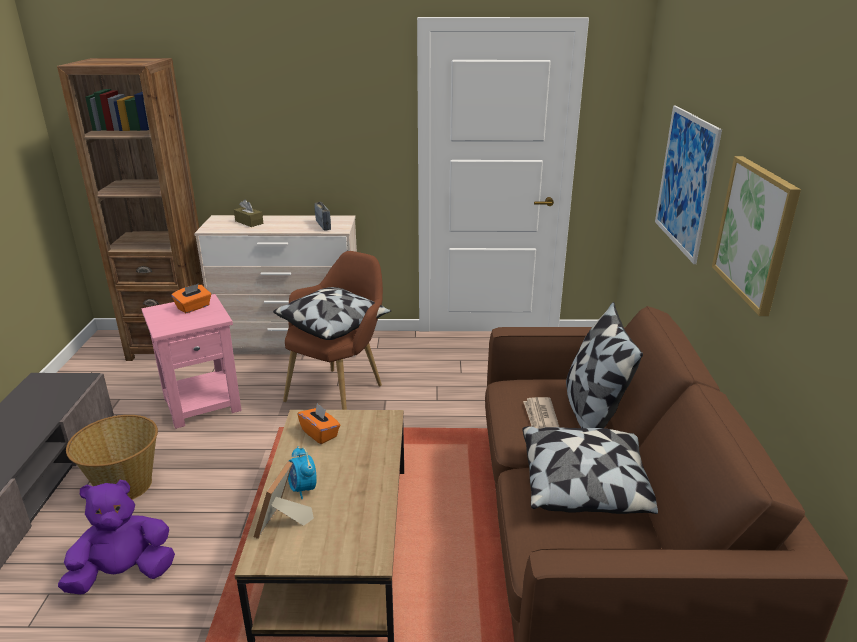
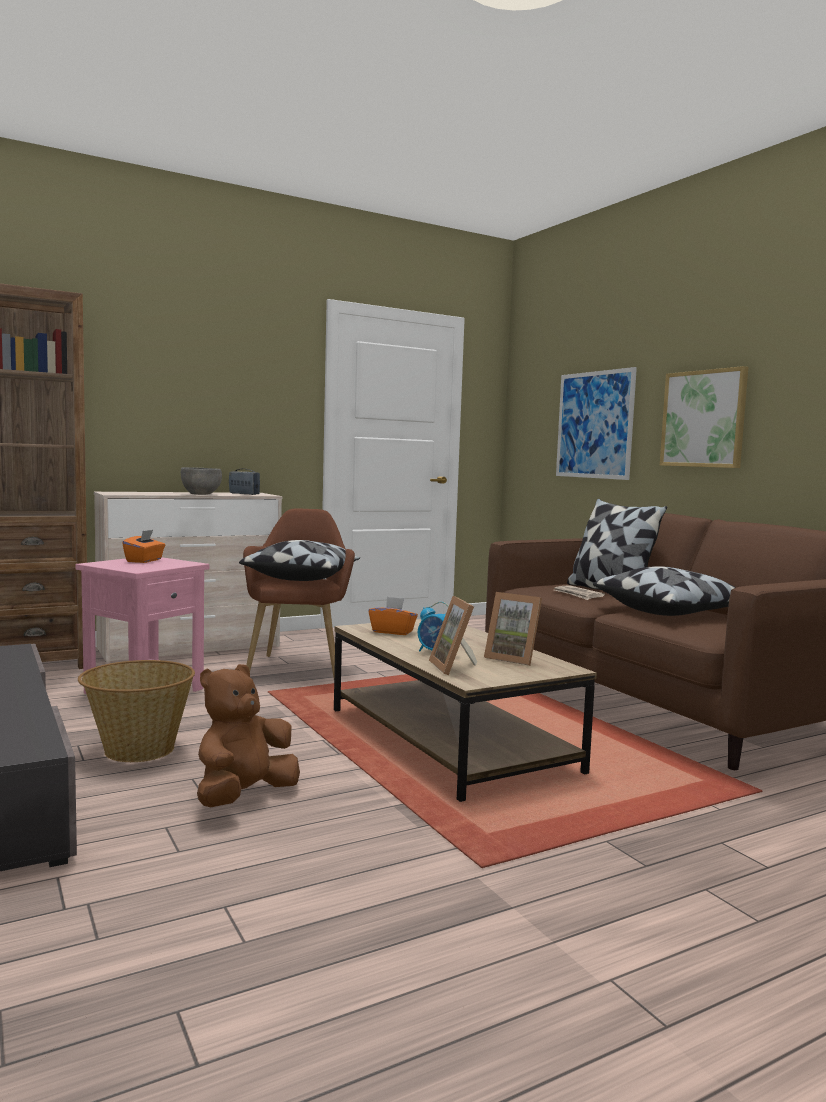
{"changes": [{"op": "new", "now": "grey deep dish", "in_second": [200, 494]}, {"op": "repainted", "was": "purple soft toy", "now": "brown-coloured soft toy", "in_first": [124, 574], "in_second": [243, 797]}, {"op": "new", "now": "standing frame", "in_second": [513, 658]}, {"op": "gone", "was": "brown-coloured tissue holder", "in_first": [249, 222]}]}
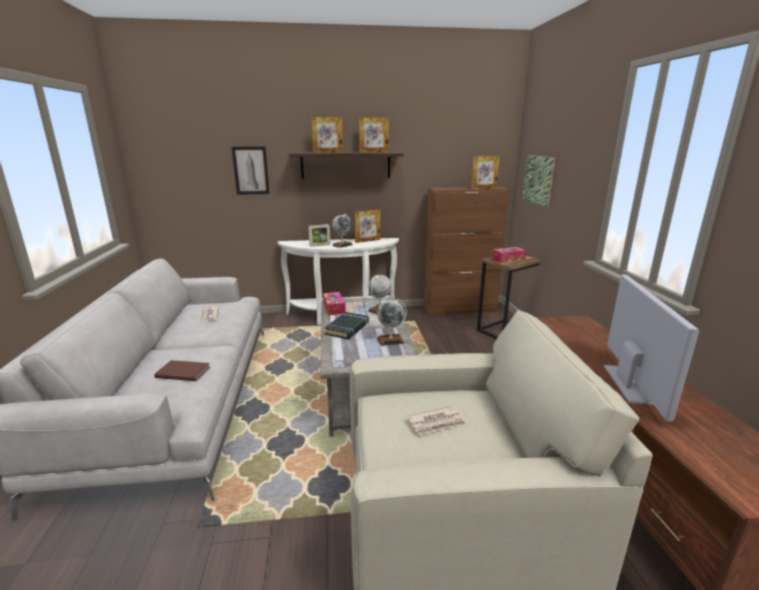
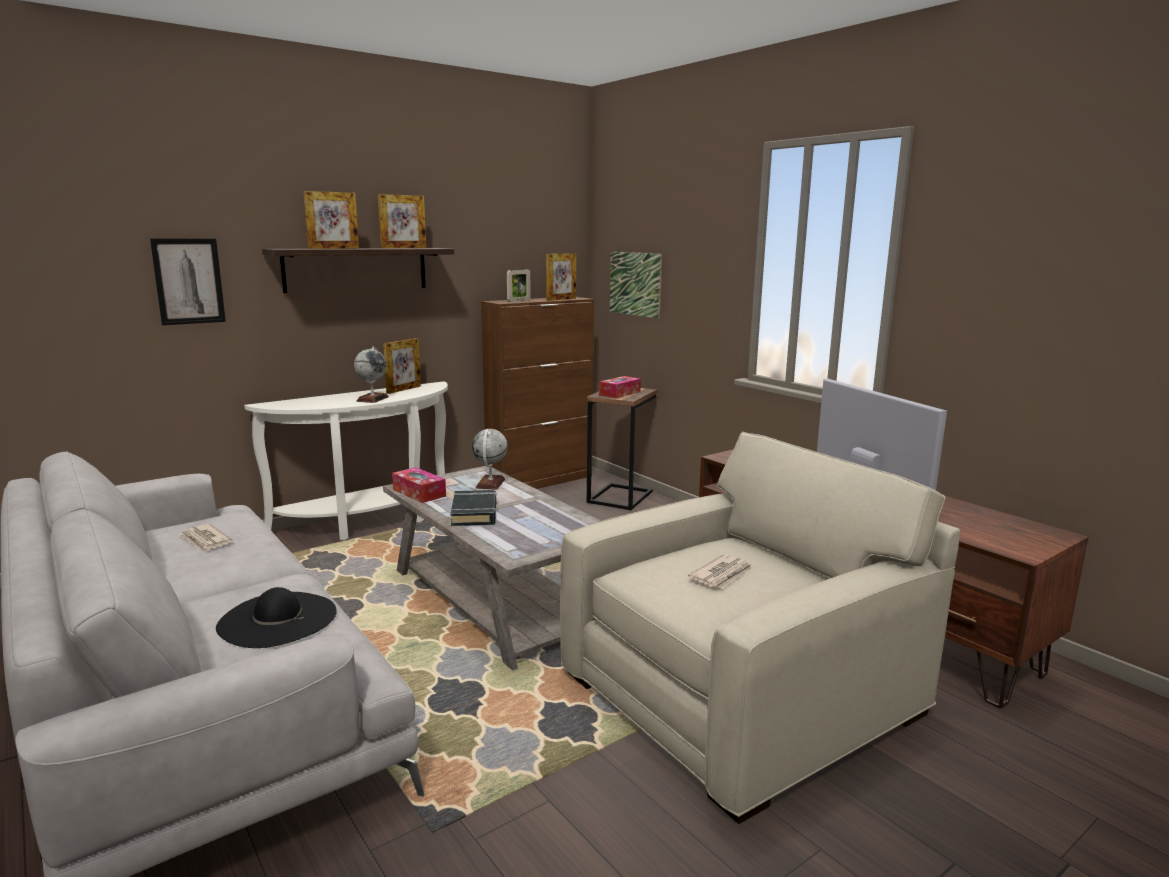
{"changes": [{"op": "swapped", "was": "brown-coloured book", "now": "blackish wearable hat", "in_first": [183, 372], "in_second": [277, 619]}, {"op": "shifted", "was": "standing frame", "in_first": [320, 245], "in_second": [519, 301]}, {"op": "gone", "was": "globe", "in_first": [390, 340]}]}
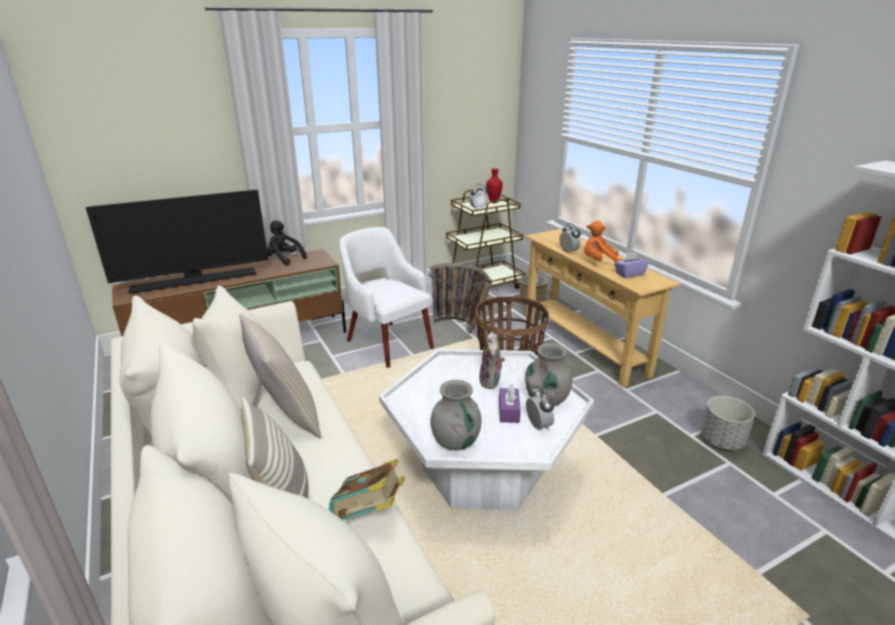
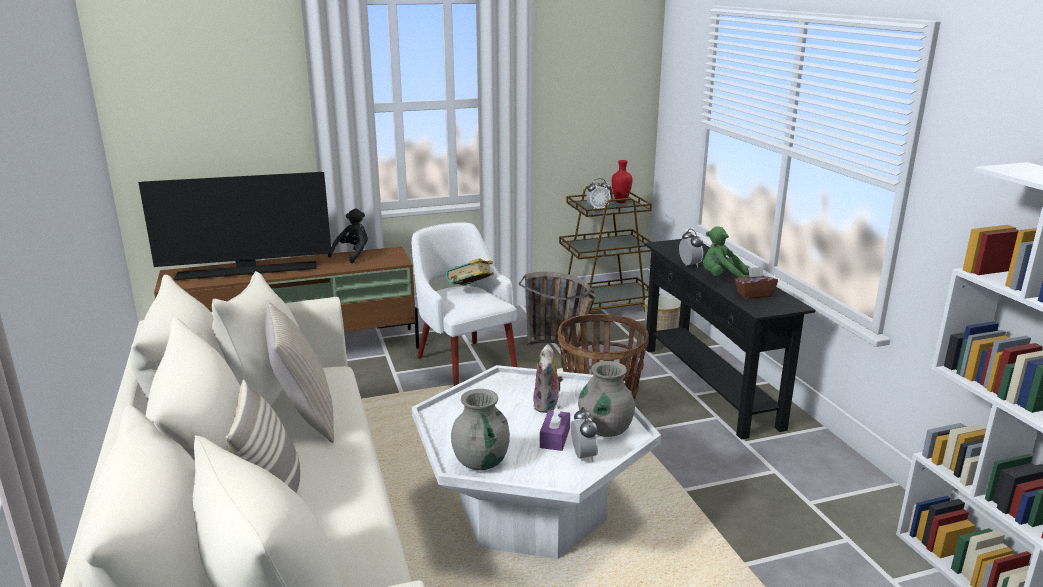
{"changes": [{"op": "rotated", "was": "blackish soft toy", "in_first": [284, 259], "in_second": [353, 255], "clockwise": 75}, {"op": "shifted", "was": "book", "in_first": [370, 513], "in_second": [471, 291]}, {"op": "repainted", "was": "sand-coloured console table", "now": "blackish console table", "in_first": [584, 344], "in_second": [710, 386]}, {"op": "repainted", "was": "orange-coloured soft toy", "now": "green soft toy", "in_first": [599, 262], "in_second": [722, 279]}, {"op": "repainted", "was": "purple tissue holder", "now": "brown-coloured tissue holder", "in_first": [629, 274], "in_second": [754, 295]}, {"op": "gone", "was": "grey plant pot", "in_first": [721, 441]}]}
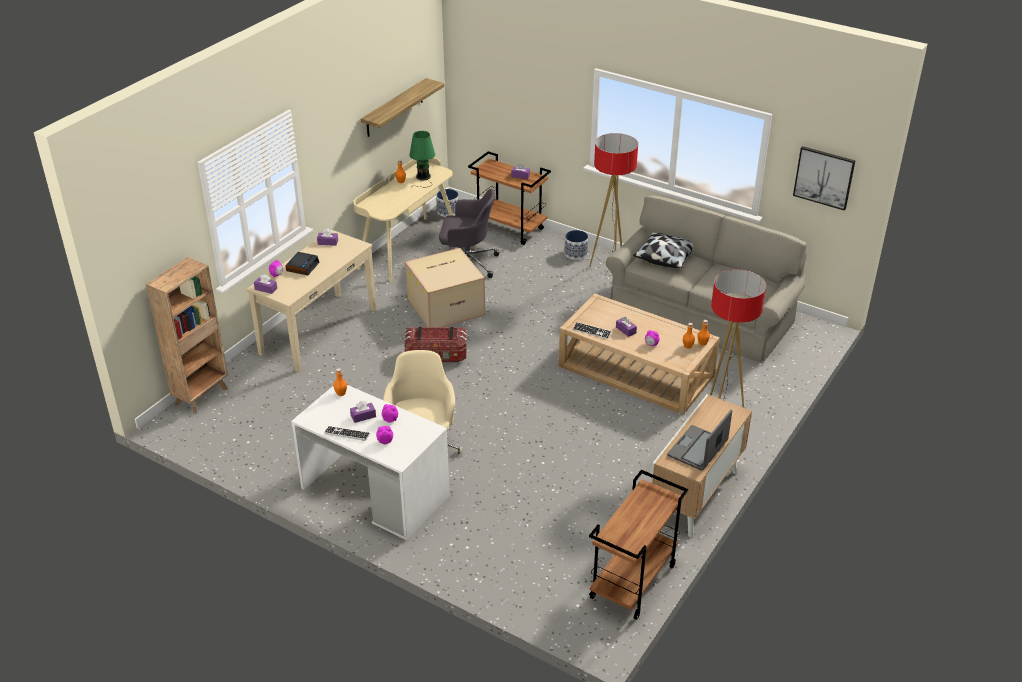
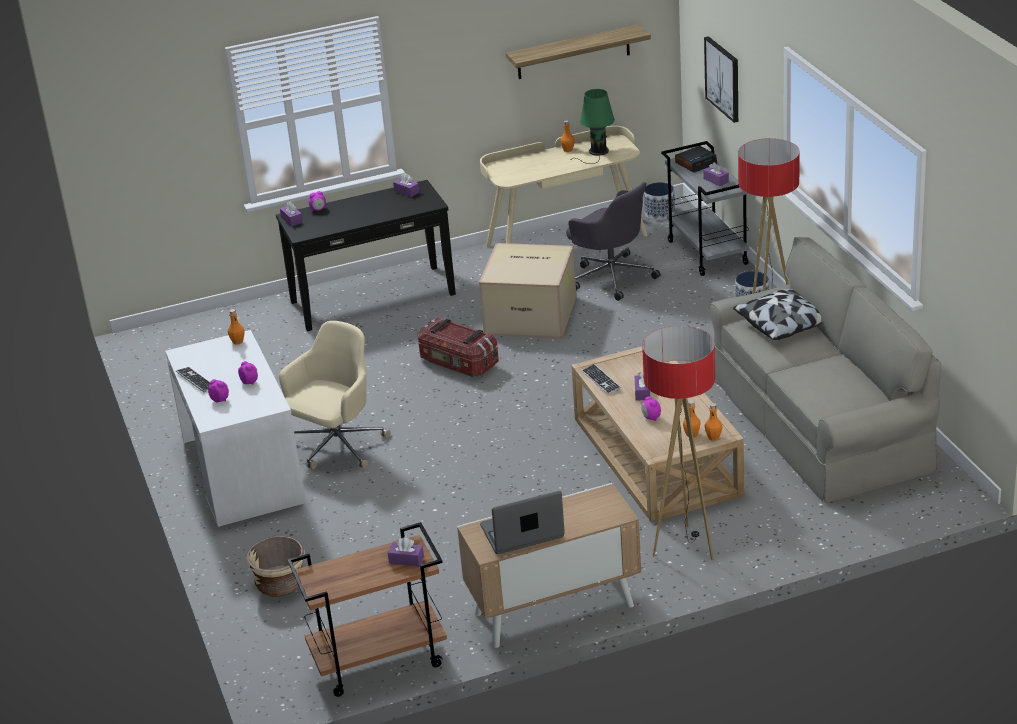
{"changes": [{"op": "new", "now": "sand-coloured plant pot", "in_second": [280, 584]}, {"op": "repainted", "was": "sand-coloured console table", "now": "blackish console table", "in_first": [318, 331], "in_second": [372, 298]}, {"op": "shifted", "was": "purple tissue holder", "in_first": [363, 416], "in_second": [406, 560]}, {"op": "repainted", "was": "brown-coloured cart", "now": "grey cart", "in_first": [510, 229], "in_second": [708, 253]}, {"op": "shifted", "was": "table clock", "in_first": [302, 267], "in_second": [696, 163]}, {"op": "shifted", "was": "wall art", "in_first": [824, 177], "in_second": [723, 78]}, {"op": "gone", "was": "brown-coloured bookcase", "in_first": [202, 395]}]}
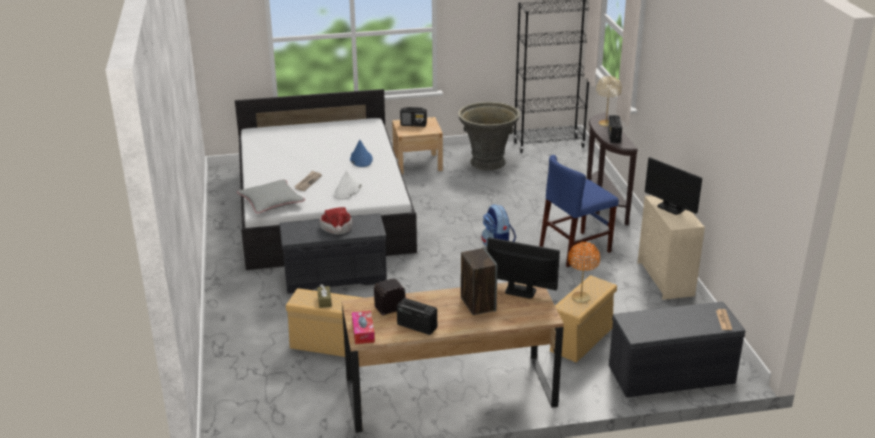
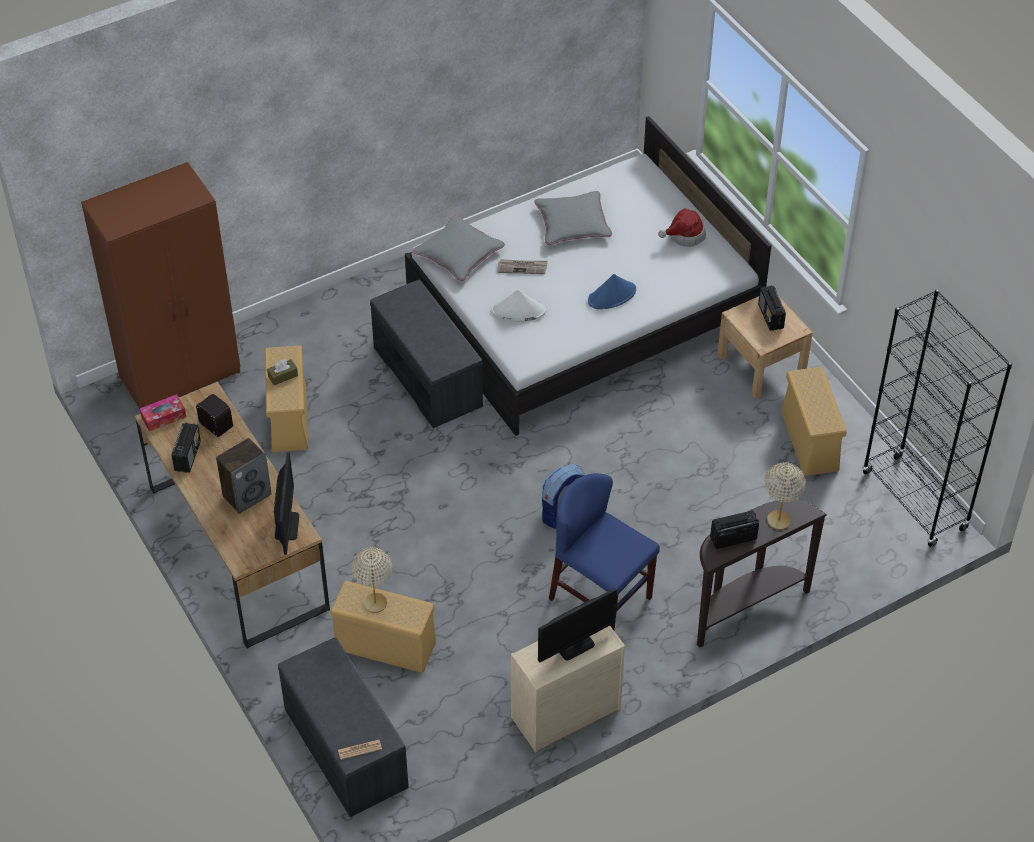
{"changes": [{"op": "new", "now": "brown-coloured clothes cupboard", "in_second": [181, 375]}, {"op": "repainted", "was": "orange-coloured tabletop lamp", "now": "sand-coloured tabletop lamp", "in_first": [581, 298], "in_second": [374, 603]}, {"op": "new", "now": "grey throw pillow", "in_second": [572, 223]}, {"op": "rotated", "was": "computer screen", "in_first": [671, 208], "in_second": [574, 645], "clockwise": -150}, {"op": "shifted", "was": "wearable hat", "in_first": [337, 229], "in_second": [684, 235]}, {"op": "swapped", "was": "grey plant pot", "now": "sand-coloured storage container", "in_first": [487, 162], "in_second": [810, 442]}]}
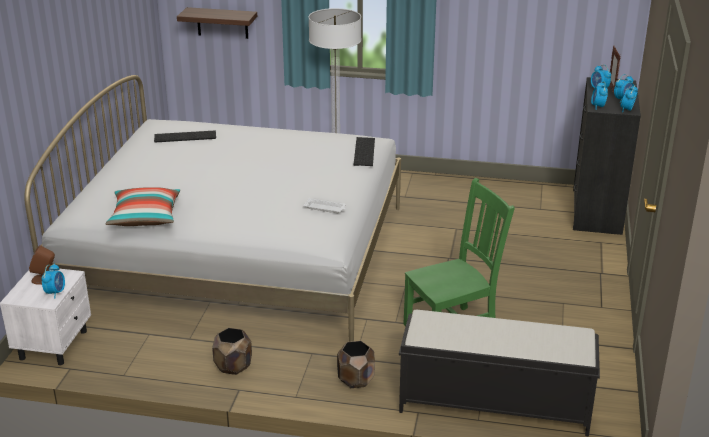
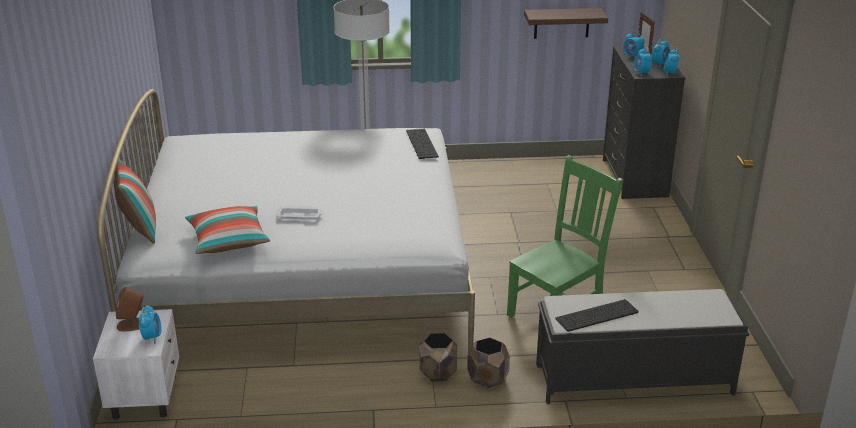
{"changes": [{"op": "new", "now": "throw pillow", "in_second": [139, 229]}, {"op": "shifted", "was": "whitish tray", "in_first": [325, 208], "in_second": [300, 216]}, {"op": "shifted", "was": "brown-coloured plant pot", "in_first": [232, 366], "in_second": [437, 373]}, {"op": "shifted", "was": "wall shelf", "in_first": [222, 23], "in_second": [561, 23]}, {"op": "shifted", "was": "computer keyboard", "in_first": [184, 137], "in_second": [597, 316]}]}
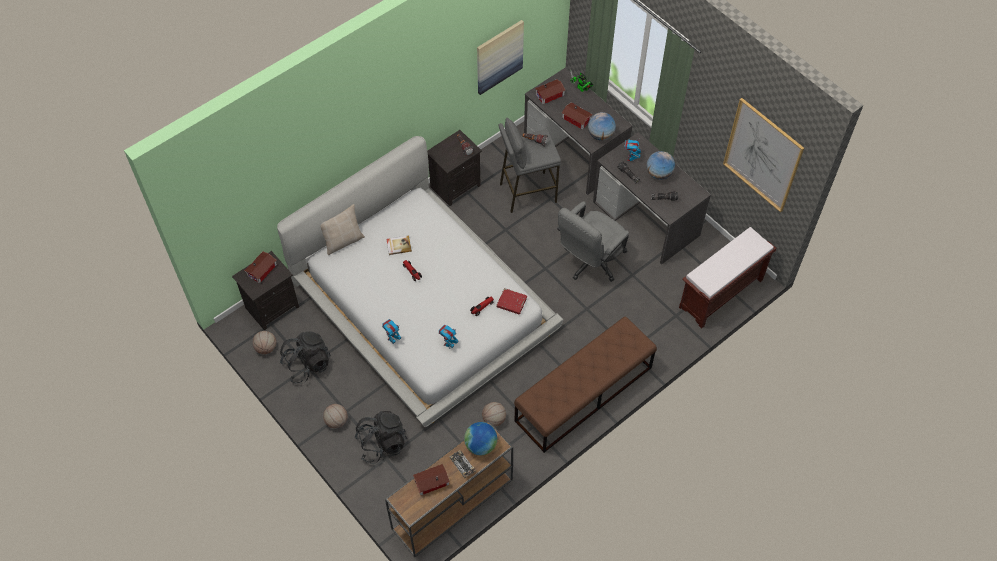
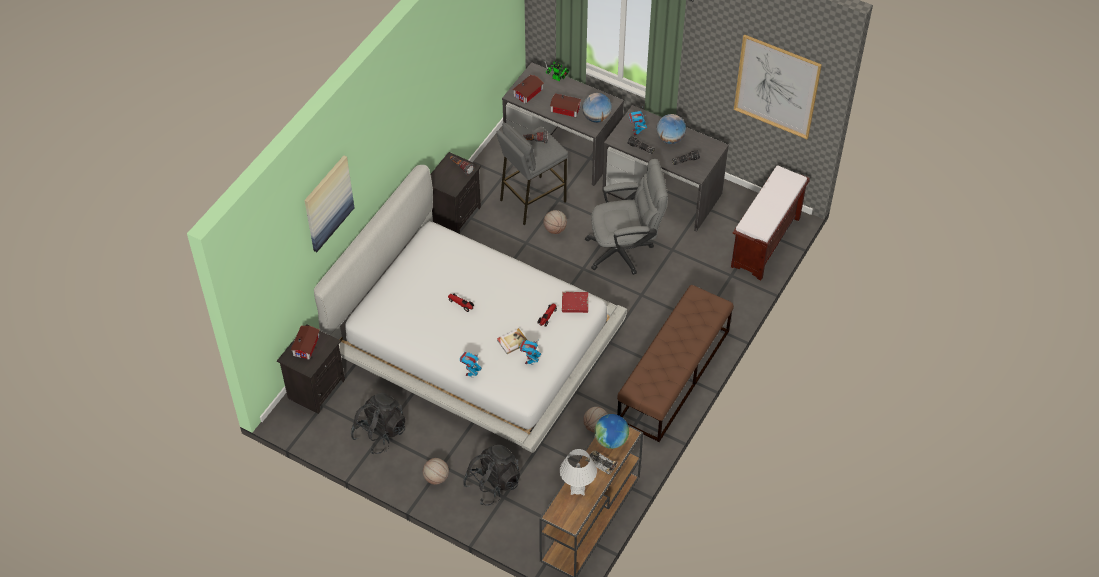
{"changes": [{"op": "shifted", "was": "wall art", "in_first": [499, 56], "in_second": [328, 203]}, {"op": "shifted", "was": "book", "in_first": [398, 245], "in_second": [512, 342]}, {"op": "shifted", "was": "basketball", "in_first": [266, 348], "in_second": [555, 229]}, {"op": "swapped", "was": "model house", "now": "whitish tabletop lamp", "in_first": [430, 482], "in_second": [577, 489]}, {"op": "rotated", "was": "grey office chair", "in_first": [590, 262], "in_second": [625, 250], "clockwise": -120}, {"op": "gone", "was": "sand-coloured throw pillow", "in_first": [343, 241]}]}
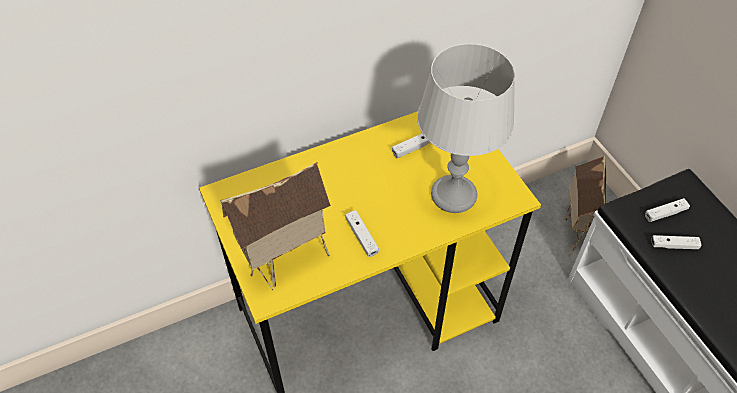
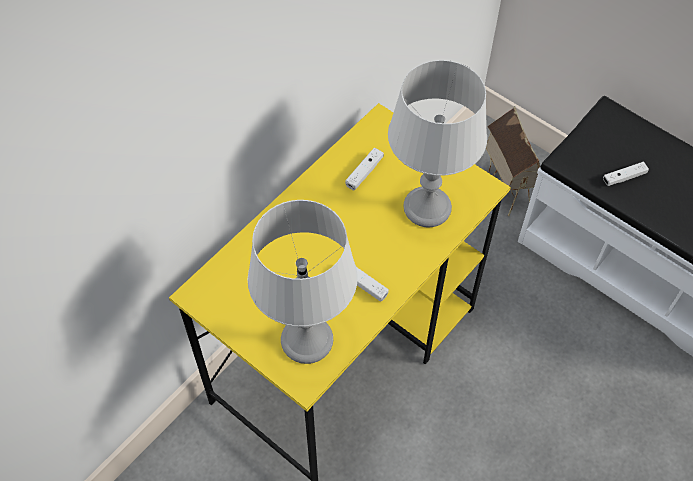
{"changes": [{"op": "swapped", "was": "model house", "now": "grey tabletop lamp", "in_first": [287, 265], "in_second": [307, 341]}, {"op": "gone", "was": "whitish joypad", "in_first": [665, 213]}]}
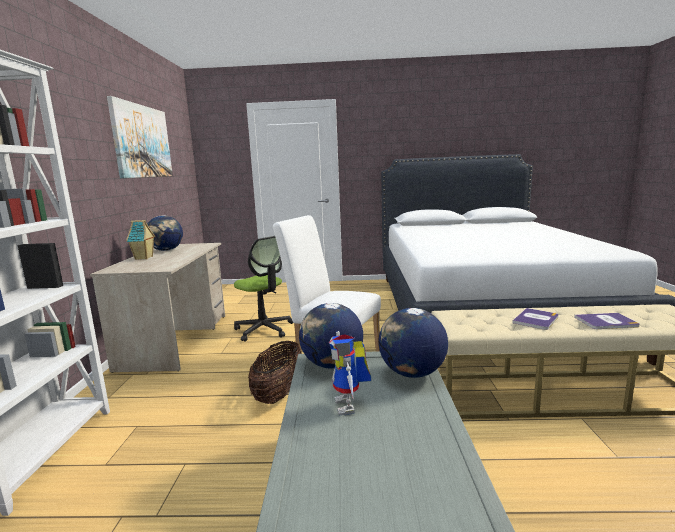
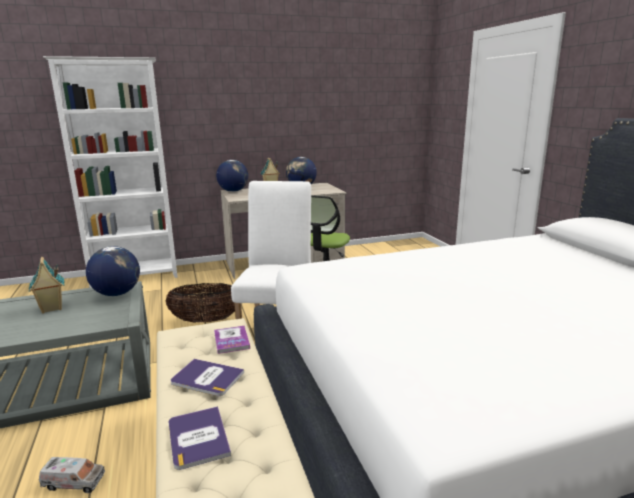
{"changes": [{"op": "swapped", "was": "robot figure", "now": "model house", "in_first": [350, 406], "in_second": [51, 308]}, {"op": "new", "now": "toy truck", "in_second": [74, 482]}, {"op": "new", "now": "book", "in_second": [231, 340]}, {"op": "shifted", "was": "globe", "in_first": [412, 373], "in_second": [233, 191]}, {"op": "gone", "was": "wall art", "in_first": [142, 141]}]}
